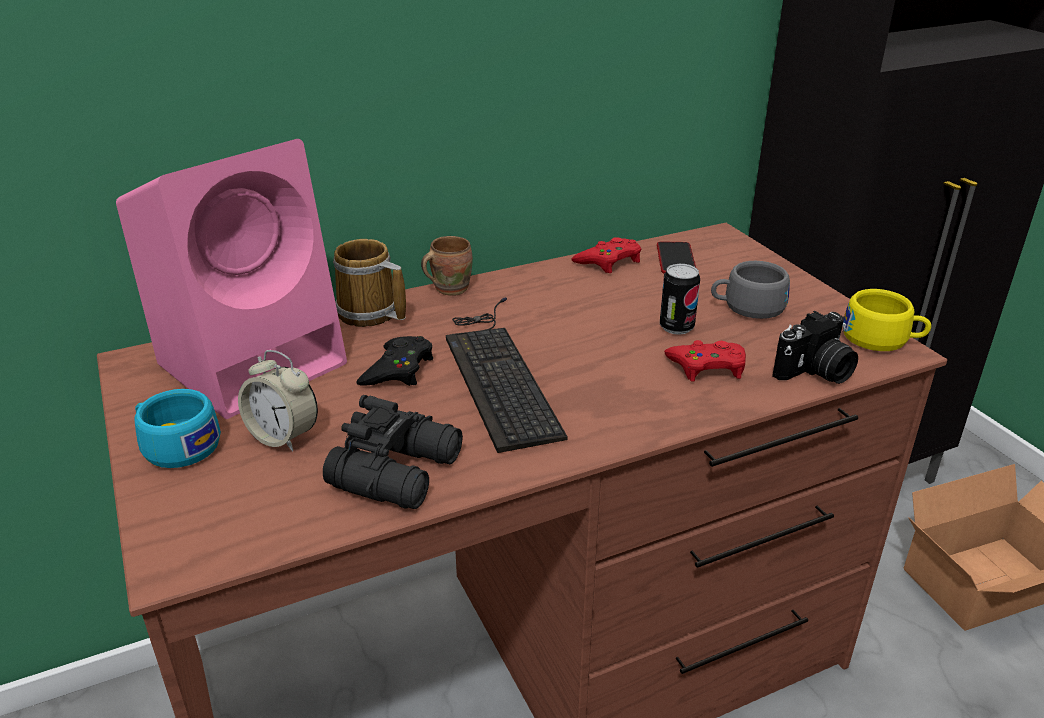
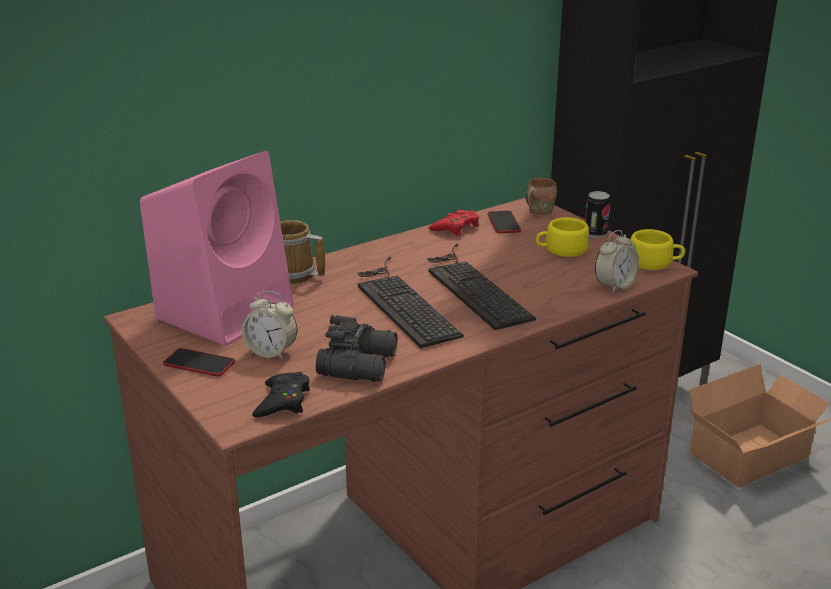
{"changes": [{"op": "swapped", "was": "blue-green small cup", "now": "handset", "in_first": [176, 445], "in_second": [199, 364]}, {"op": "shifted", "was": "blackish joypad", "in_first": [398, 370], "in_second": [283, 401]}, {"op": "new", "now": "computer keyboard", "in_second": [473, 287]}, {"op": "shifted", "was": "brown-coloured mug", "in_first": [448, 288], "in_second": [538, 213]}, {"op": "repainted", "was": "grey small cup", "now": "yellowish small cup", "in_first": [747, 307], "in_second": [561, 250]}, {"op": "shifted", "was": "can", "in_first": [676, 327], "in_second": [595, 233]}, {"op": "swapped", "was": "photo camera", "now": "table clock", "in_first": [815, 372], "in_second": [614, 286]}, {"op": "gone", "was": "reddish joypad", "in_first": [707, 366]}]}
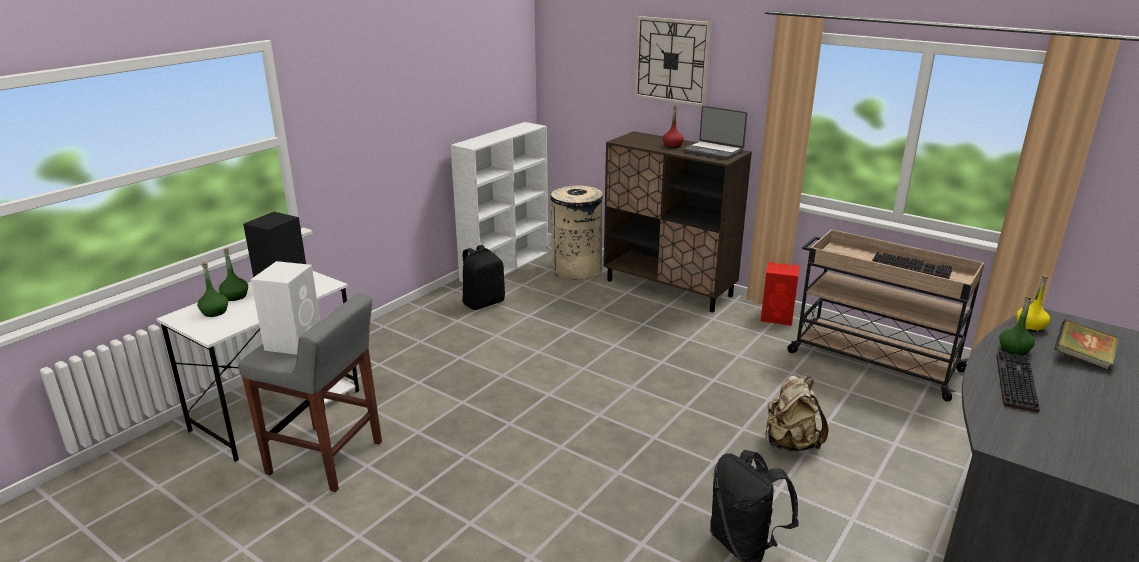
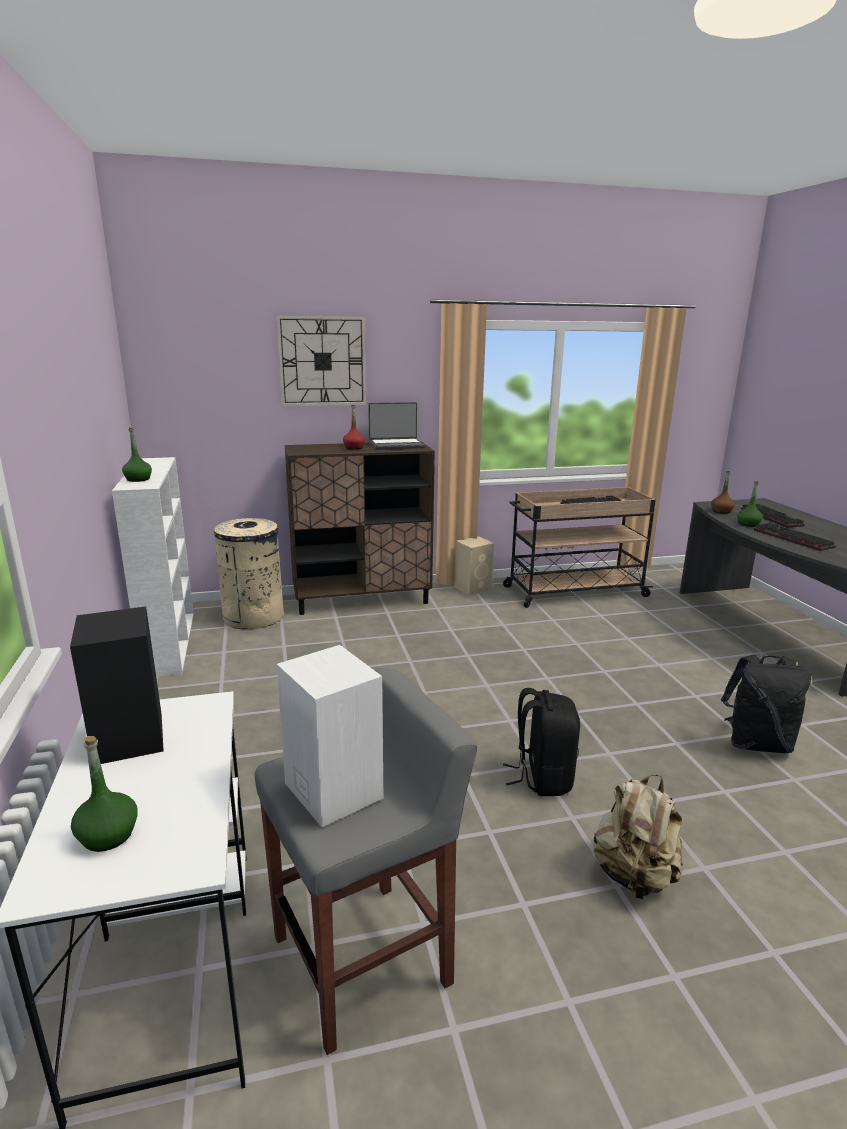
{"changes": [{"op": "shifted", "was": "green bottle", "in_first": [235, 296], "in_second": [138, 479]}, {"op": "repainted", "was": "reddish loudspeaker", "now": "sand-coloured loudspeaker", "in_first": [777, 317], "in_second": [473, 589]}, {"op": "shifted", "was": "blackish knapsack", "in_first": [483, 302], "in_second": [542, 777]}, {"op": "shifted", "was": "sand-coloured knapsack", "in_first": [790, 443], "in_second": [634, 876]}, {"op": "repainted", "was": "yellowish bottle", "now": "brown-coloured bottle", "in_first": [1030, 327], "in_second": [721, 511]}, {"op": "swapped", "was": "book", "now": "computer keyboard", "in_first": [1081, 358], "in_second": [773, 517]}]}
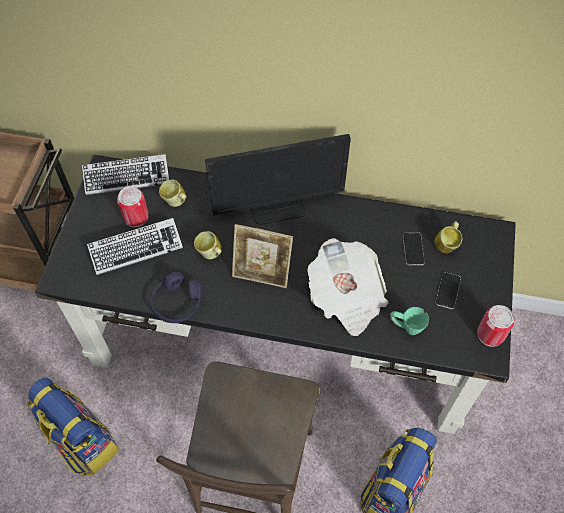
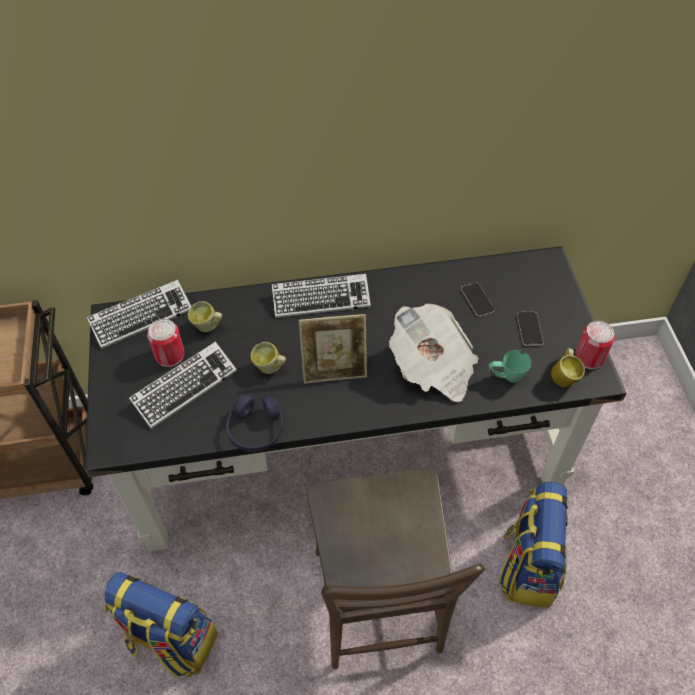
{"changes": [{"op": "swapped", "was": "computer screen", "now": "computer keyboard", "in_first": [278, 206], "in_second": [321, 299]}, {"op": "shifted", "was": "mug", "in_first": [447, 245], "in_second": [564, 377]}]}
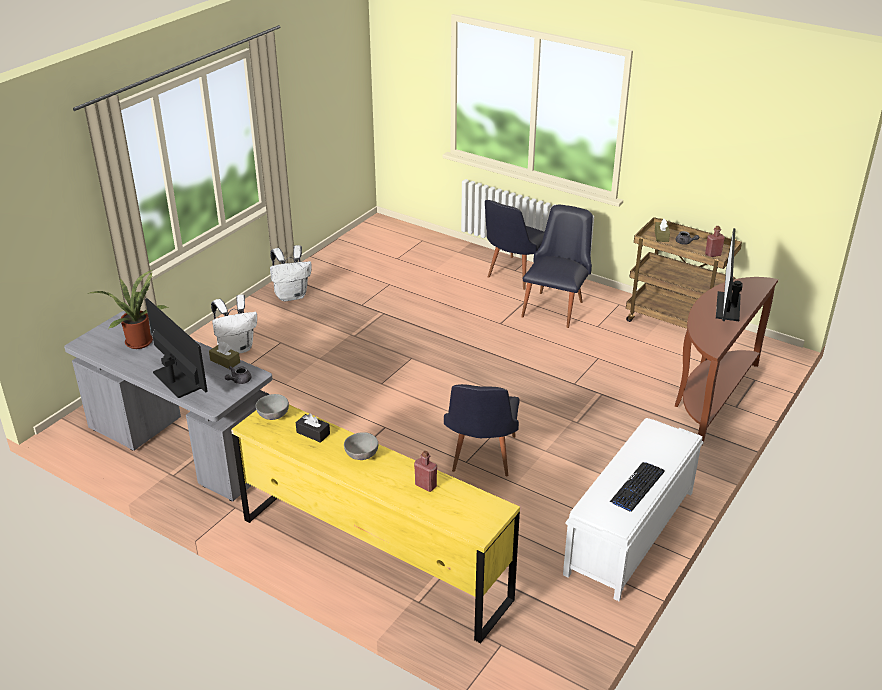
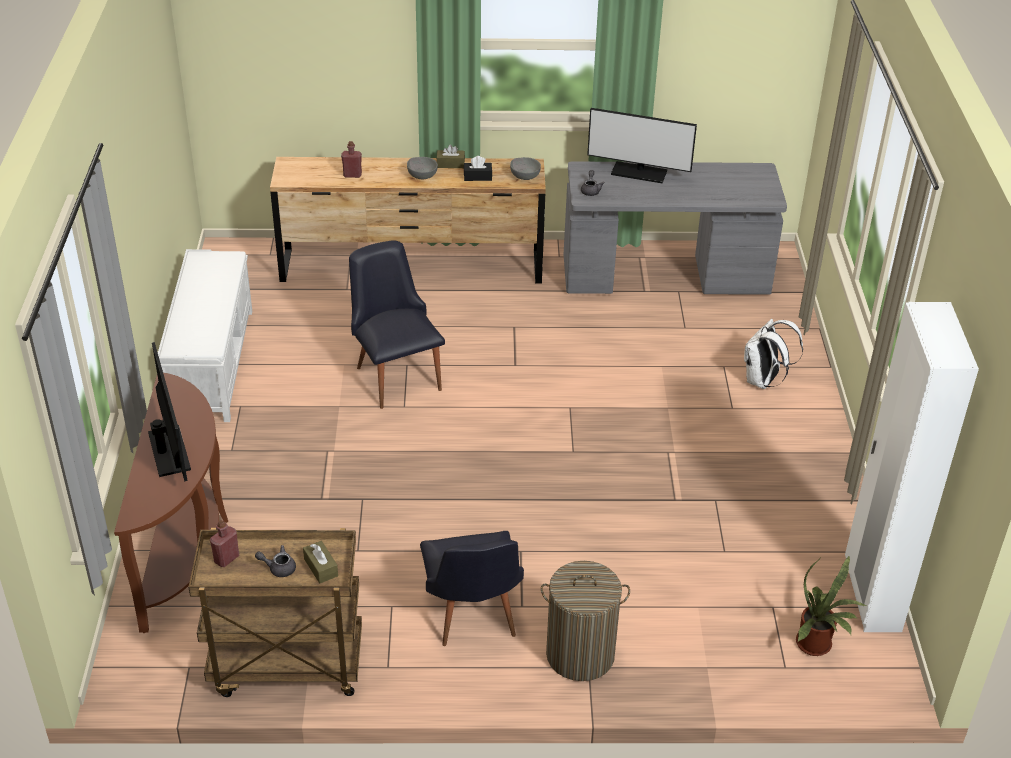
{"changes": [{"op": "repainted", "was": "yellowish drawer chest", "now": "brown-coloured drawer chest", "in_first": [374, 558], "in_second": [411, 267]}, {"op": "shifted", "was": "brown-coloured tissue holder", "in_first": [225, 361], "in_second": [450, 164]}, {"op": "swapped", "was": "blackish upright chair", "now": "laundry basket", "in_first": [514, 275], "in_second": [580, 655]}, {"op": "shifted", "was": "plant in a pot", "in_first": [139, 340], "in_second": [817, 646]}, {"op": "new", "now": "whitish clothes cupboard", "in_second": [871, 596]}, {"op": "gone", "was": "whitish knapsack", "in_first": [292, 295]}, {"op": "gone", "was": "computer keyboard", "in_first": [637, 487]}]}
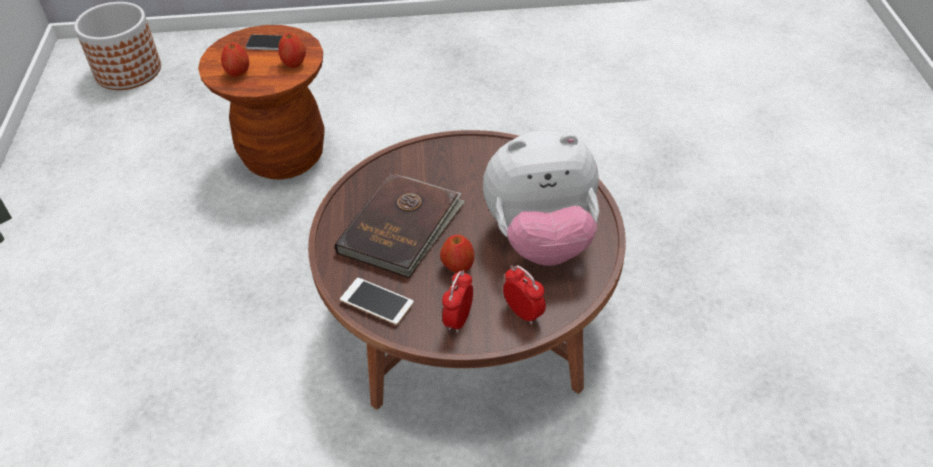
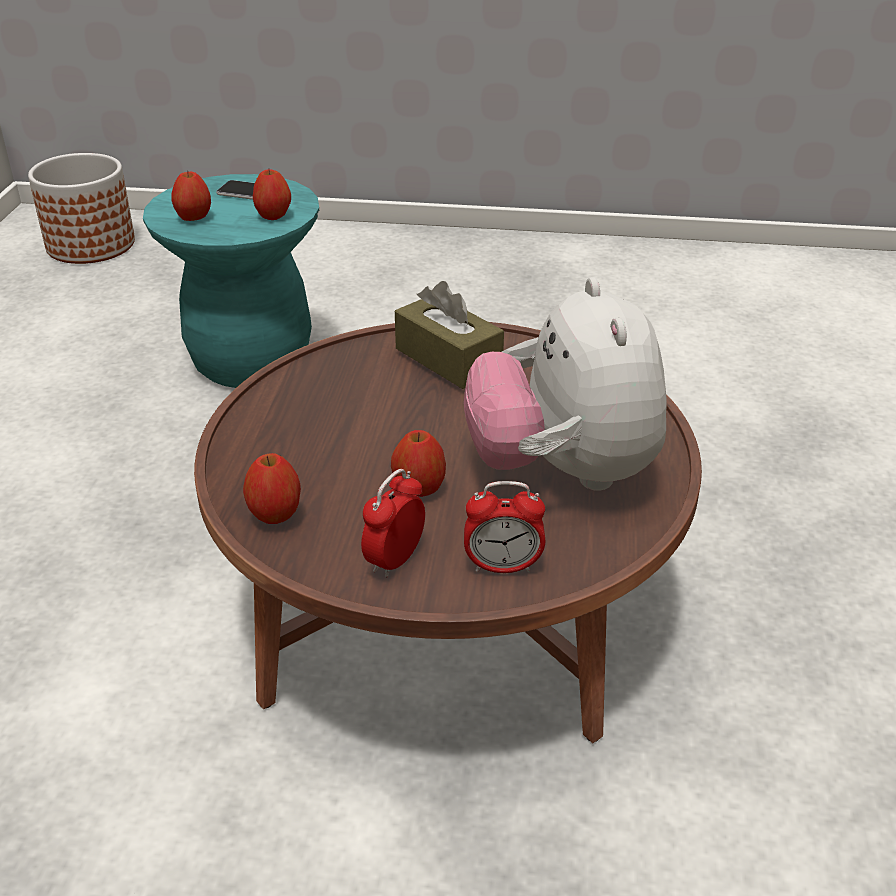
{"changes": [{"op": "repainted", "was": "brown-coloured stool seat", "now": "blue-green stool seat", "in_first": [284, 156], "in_second": [251, 362]}, {"op": "swapped", "was": "handset", "now": "apple", "in_first": [376, 301], "in_second": [275, 514]}, {"op": "new", "now": "brown-coloured tissue holder", "in_second": [448, 359]}, {"op": "rotated", "was": "soft toy", "in_first": [541, 239], "in_second": [563, 471], "clockwise": 75}, {"op": "rotated", "was": "table clock", "in_first": [523, 313], "in_second": [503, 566], "clockwise": 120}, {"op": "gone", "was": "brown-coloured book", "in_first": [402, 228]}]}
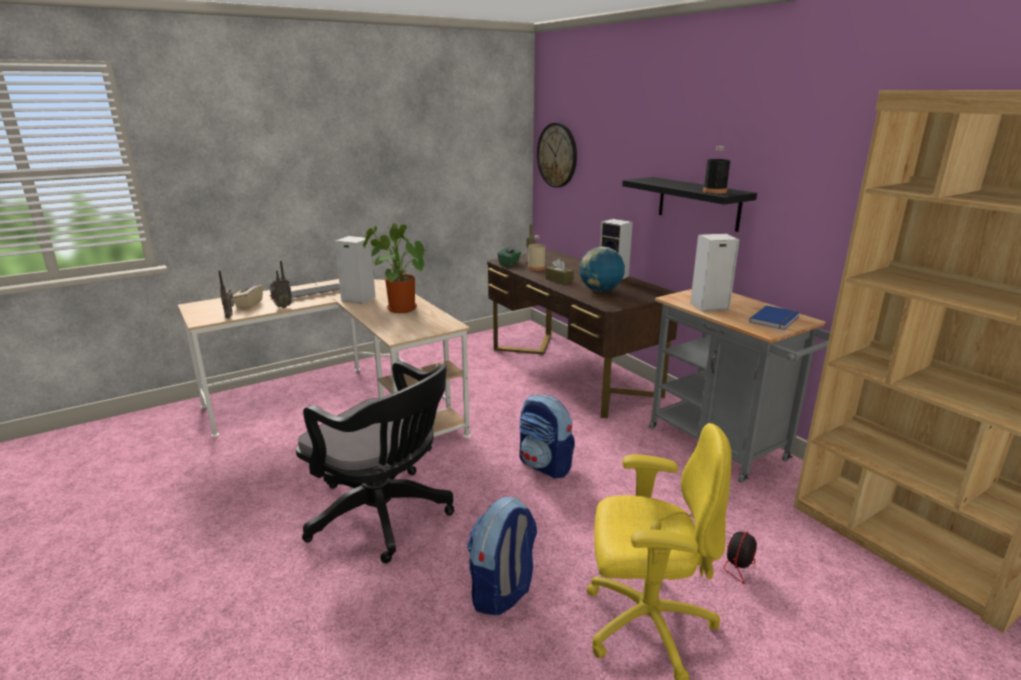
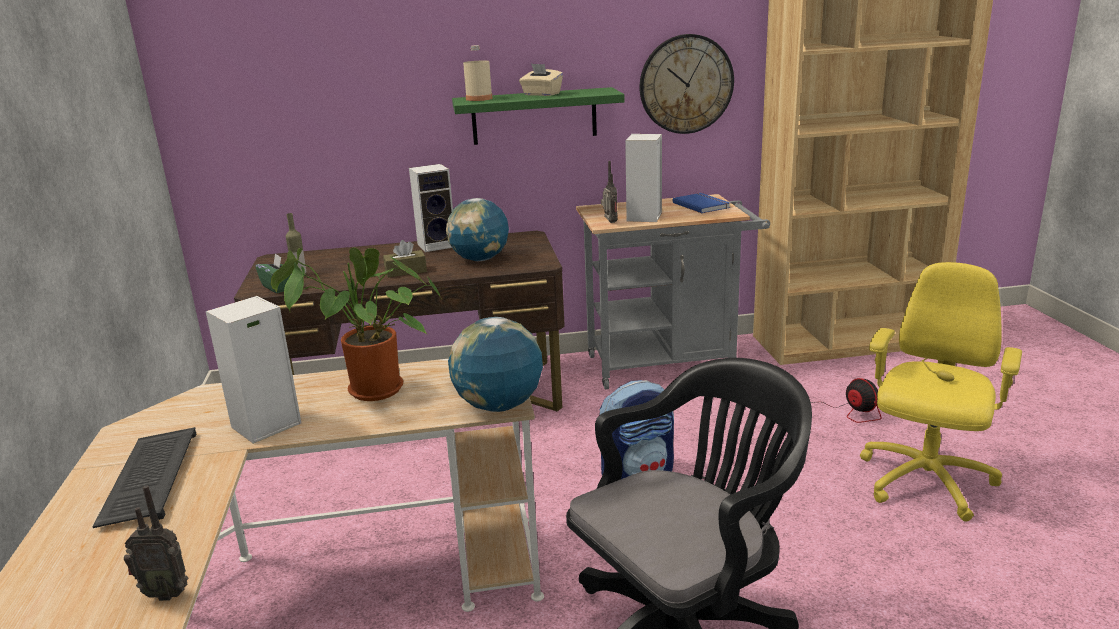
{"changes": [{"op": "new", "now": "globe", "in_second": [498, 406]}, {"op": "repainted", "was": "blackish wall shelf", "now": "green wall shelf", "in_first": [698, 203], "in_second": [534, 116]}, {"op": "shifted", "was": "sand-coloured bottle", "in_first": [536, 268], "in_second": [479, 99]}, {"op": "shifted", "was": "sand-coloured tissue holder", "in_first": [249, 304], "in_second": [541, 94]}, {"op": "shifted", "was": "radio", "in_first": [282, 307], "in_second": [609, 222]}, {"op": "shifted", "was": "wall clock", "in_first": [557, 155], "in_second": [686, 84]}, {"op": "gone", "was": "knapsack", "in_first": [502, 591]}, {"op": "gone", "was": "blackish bottle", "in_first": [714, 191]}]}
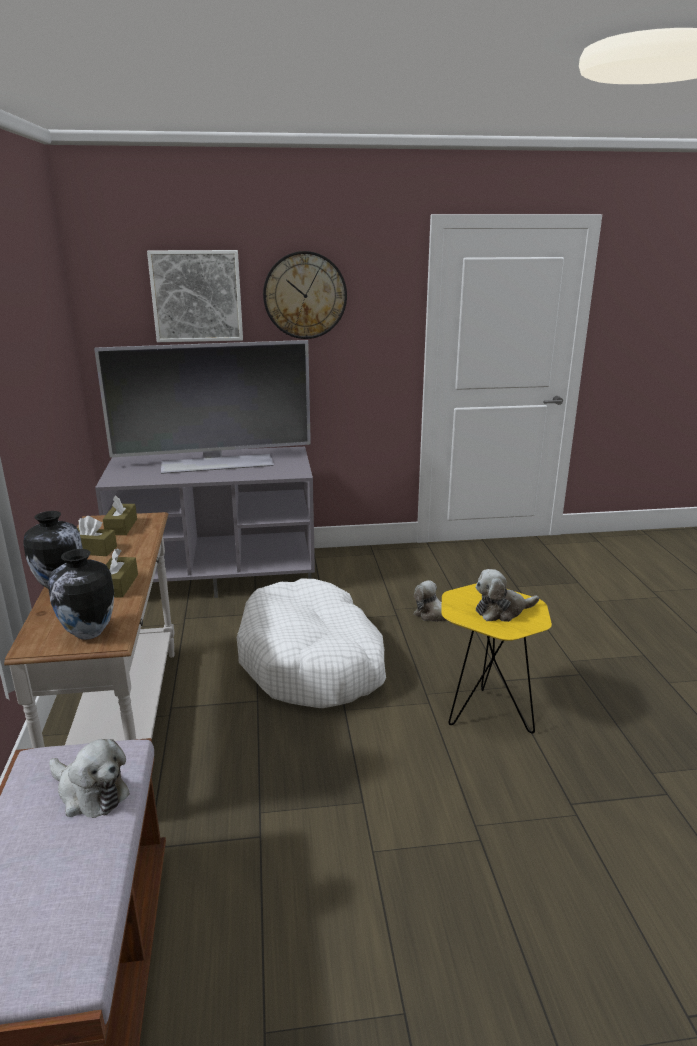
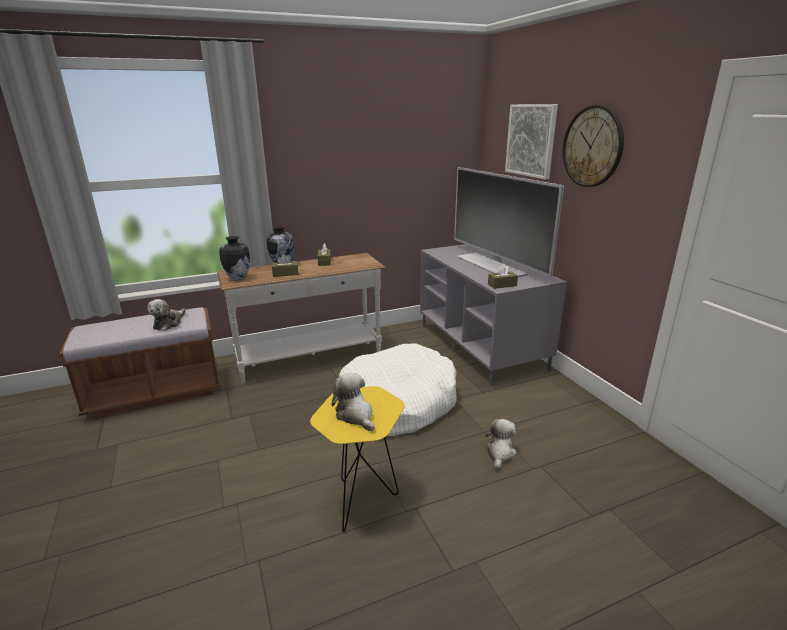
{"changes": [{"op": "shifted", "was": "brown-coloured tissue holder", "in_first": [121, 527], "in_second": [502, 285]}]}
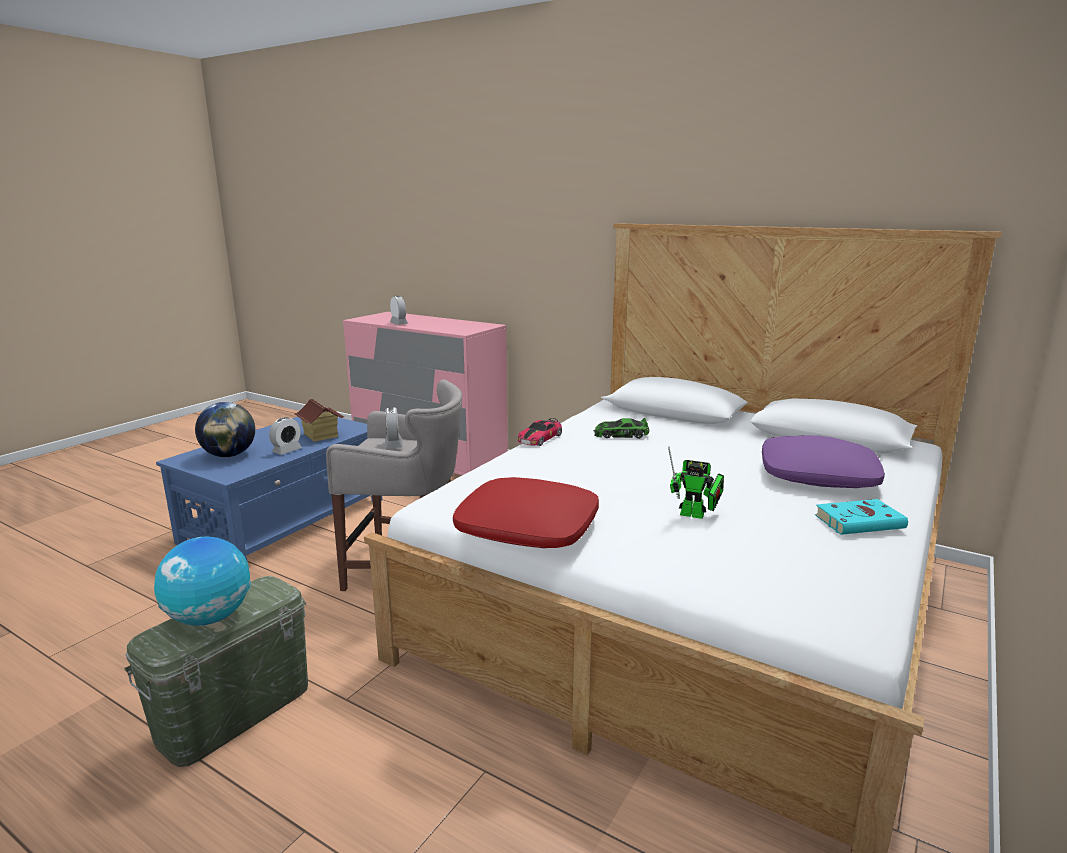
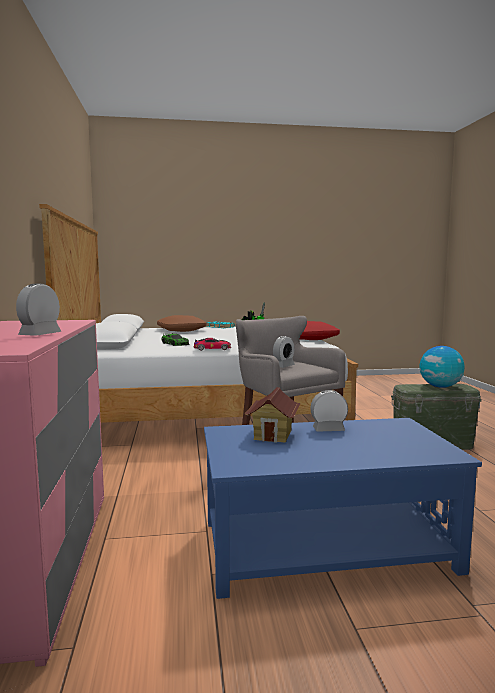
{"changes": [{"op": "repainted", "was": "purple throw pillow", "now": "brown-coloured throw pillow", "in_first": [818, 475], "in_second": [181, 330]}, {"op": "gone", "was": "globe", "in_first": [229, 455]}]}
